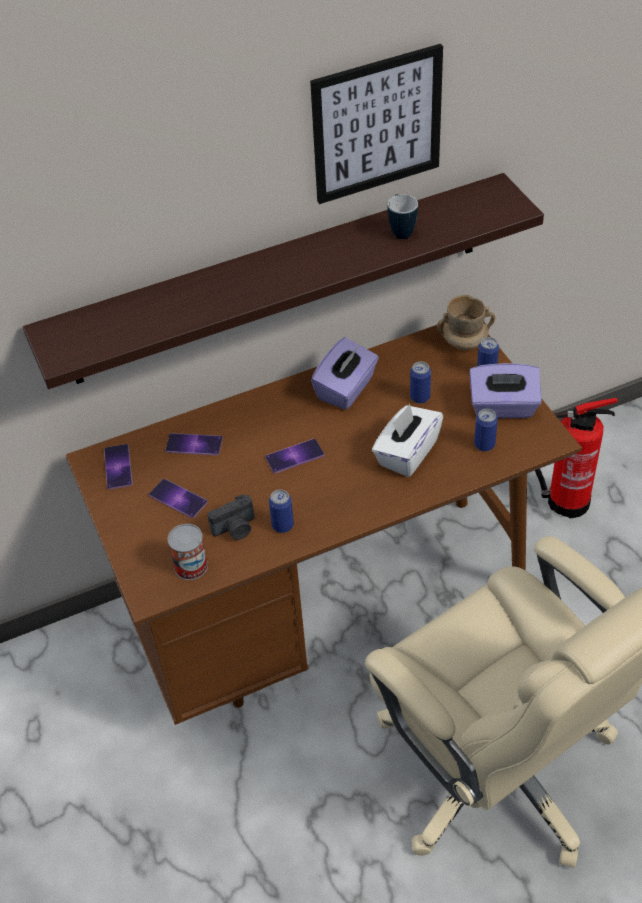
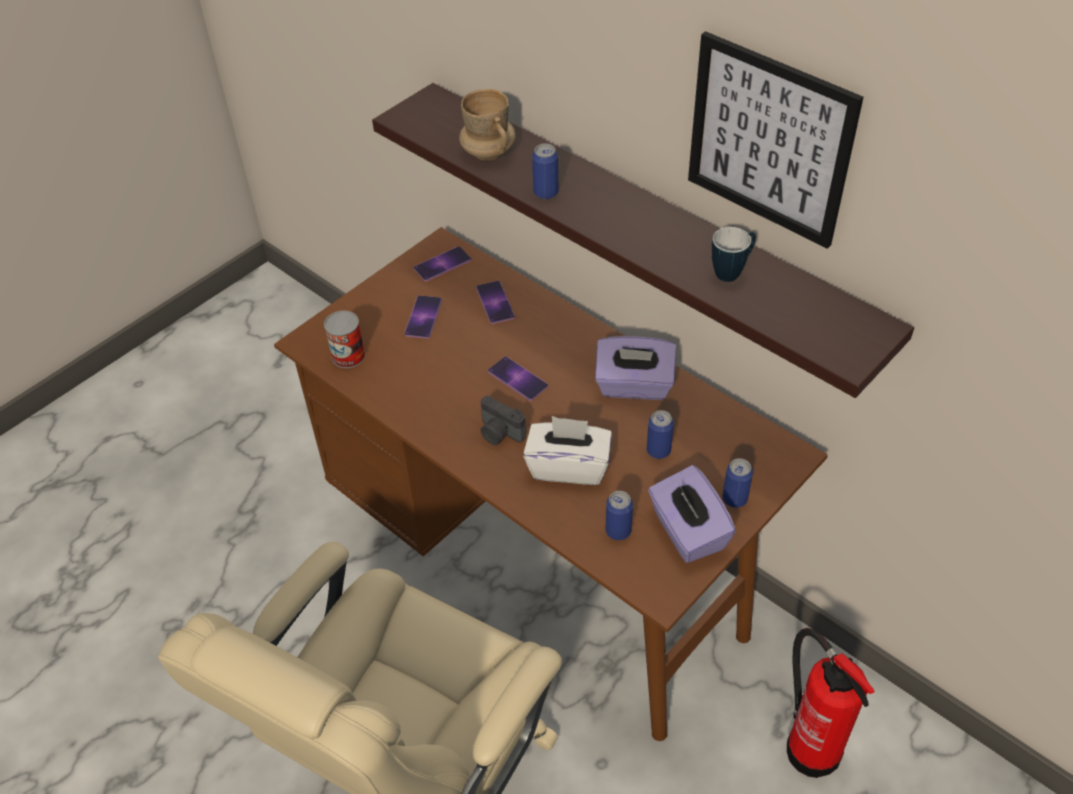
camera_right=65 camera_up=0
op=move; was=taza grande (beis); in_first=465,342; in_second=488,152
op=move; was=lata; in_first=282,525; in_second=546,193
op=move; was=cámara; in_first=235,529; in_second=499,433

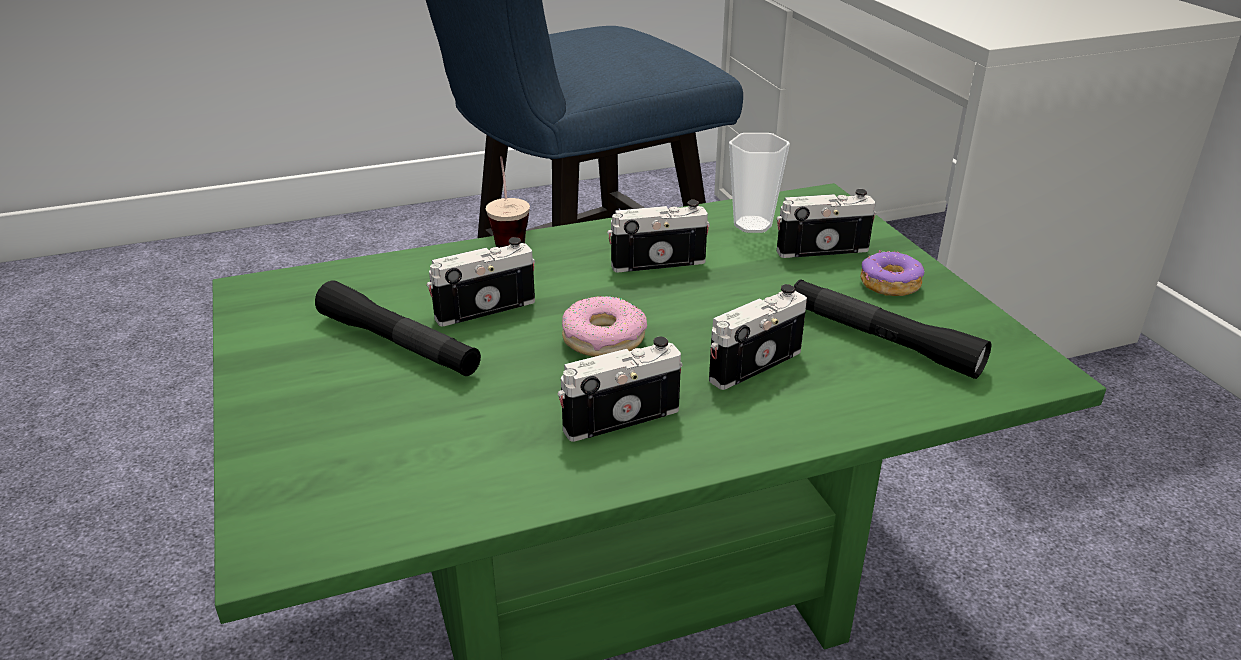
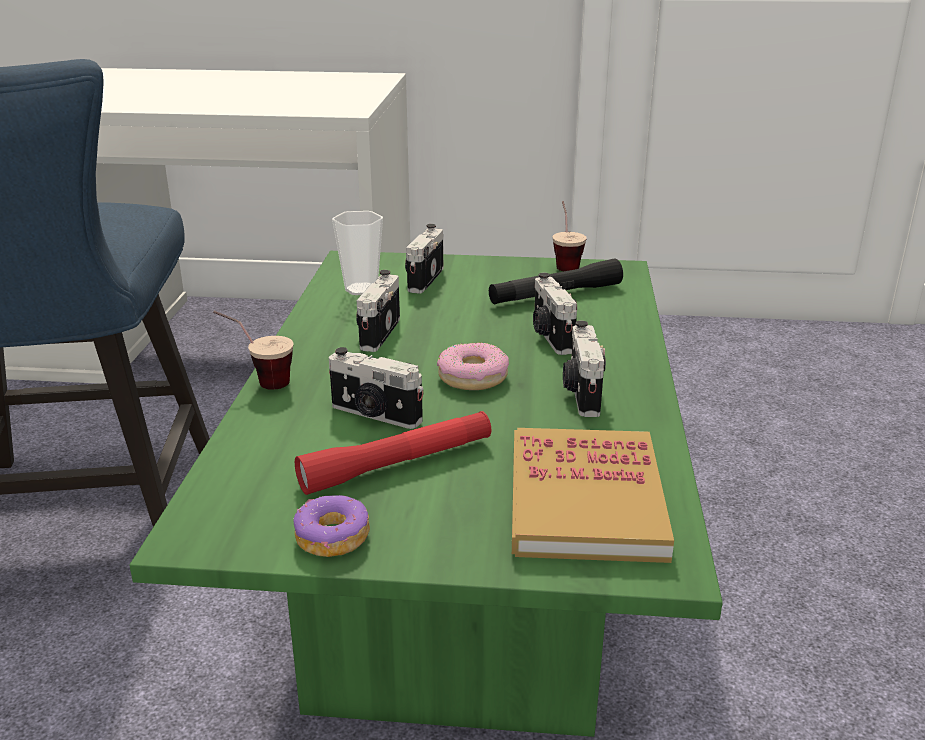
camera_right=-65 camera_up=-5
op=rotate; was=cámara; in_first=483,308; in_second=375,415; clockwise=-60
op=move; was=rosquilla; in_first=889,284; in_second=332,537
op=recolor; was=linterna (negro); now=linterna (rojo); in_first=398,344; in_second=397,464
op=insert; now=taza; in_second=565,263
op=insert; now=libro; in_second=585,499

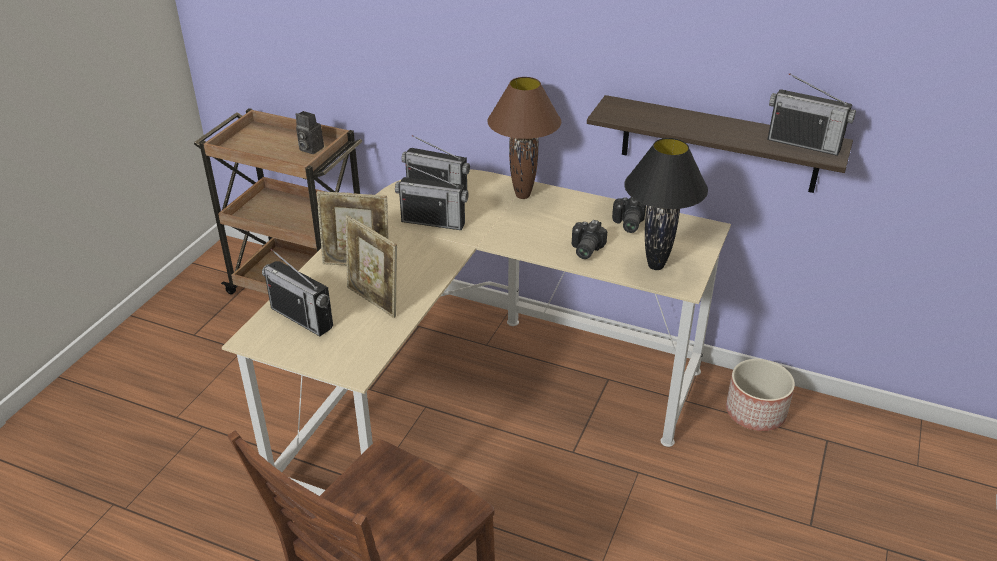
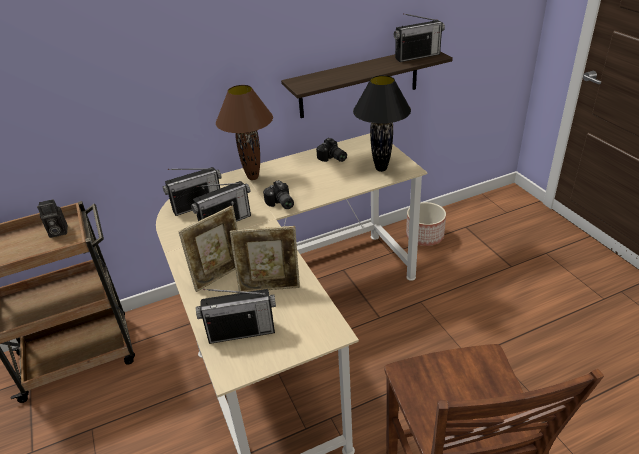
camera_right=-45 camera_up=0
op=move; was=cámara; in_first=584,249; in_second=280,204

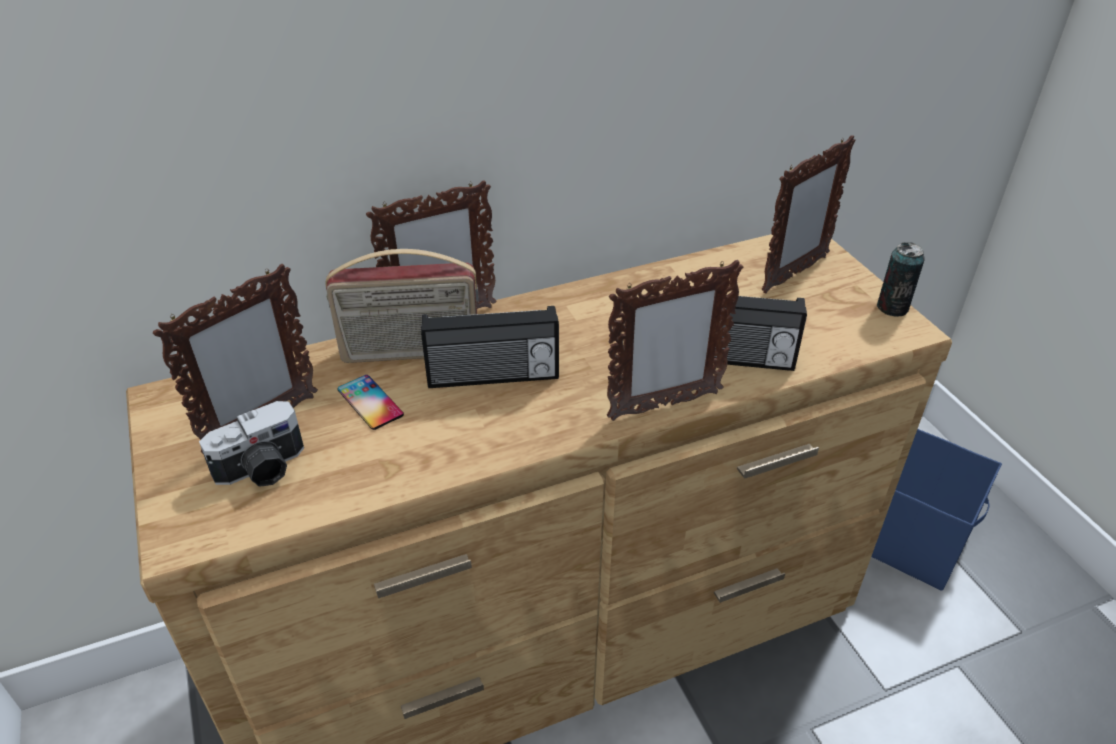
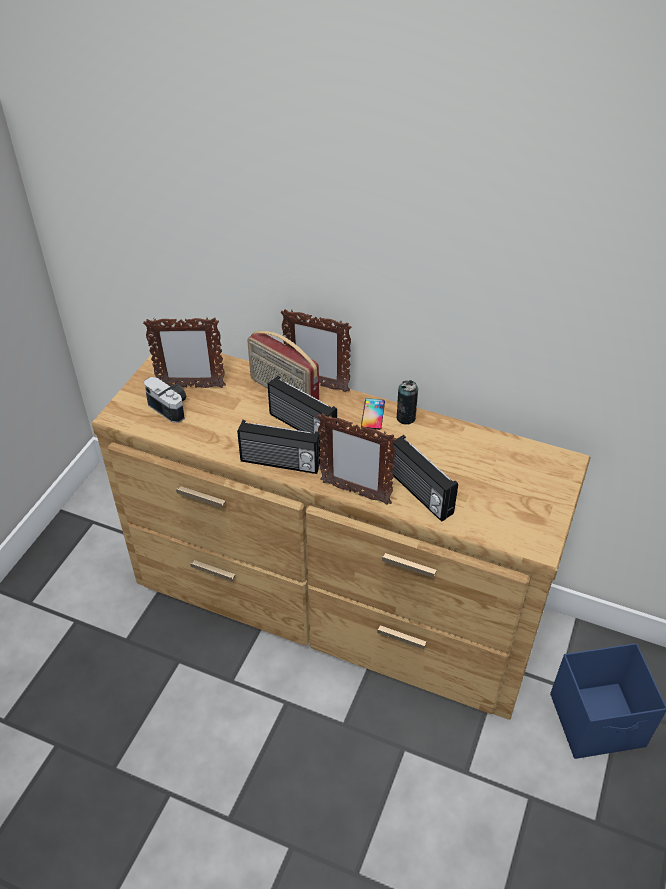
camera_right=45 camera_up=5
op=delete; was=portarretratos; in_first=794,274
op=move; was=lata; in_first=892,307; in_second=406,418
op=move; was=móvil; in_first=370,402; in_second=373,414
op=rotate; was=cámara; in_first=262,469; in_second=171,406; clockwise=-150
op=insert; now=radio; in_second=280,463

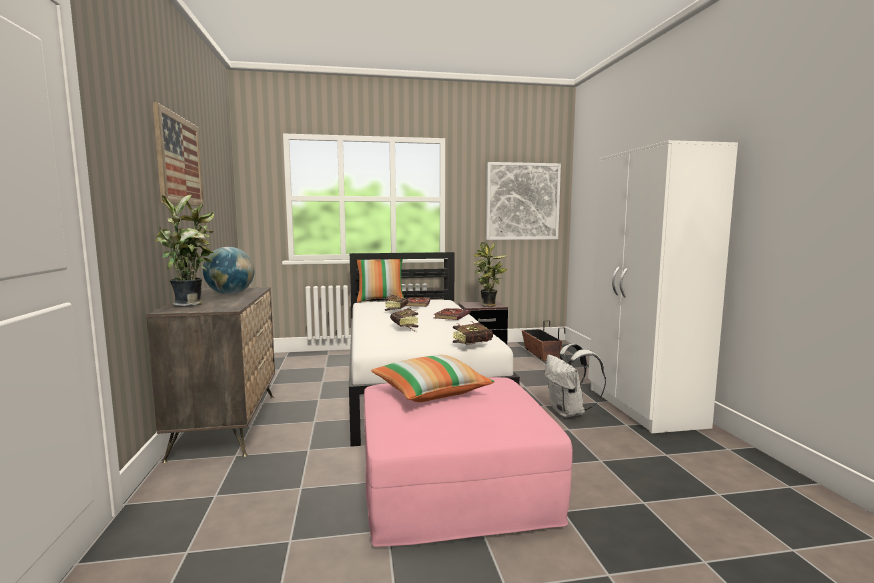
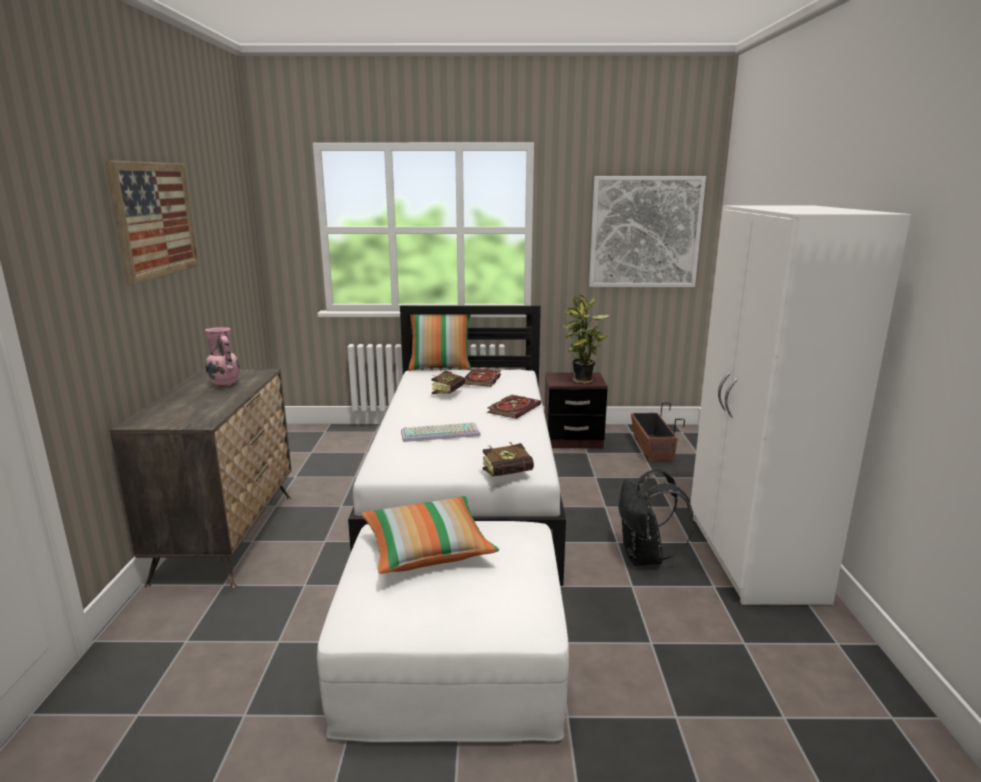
camera_right=10 camera_up=10
op=delete; was=planta en maceta; in_first=191,304
op=replace; was=globo terráqueo; now=florero (rosa); in_first=230,294; in_second=225,385
op=replace; was=libro; now=teclado; in_first=405,329; in_second=441,433
op=recolor; was=mochila (blanco); now=mochila (negro); in_first=569,413; in_second=645,558
op=recolor; was=puf (rosa); now=puf (blanco); in_first=454,483; in_second=452,657

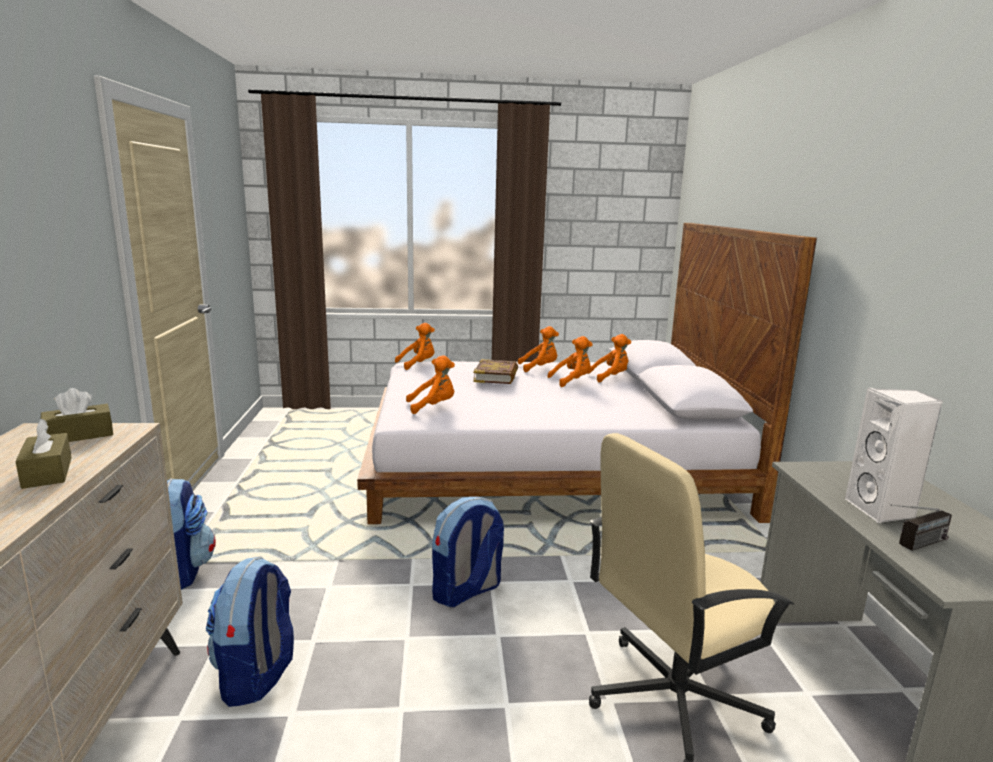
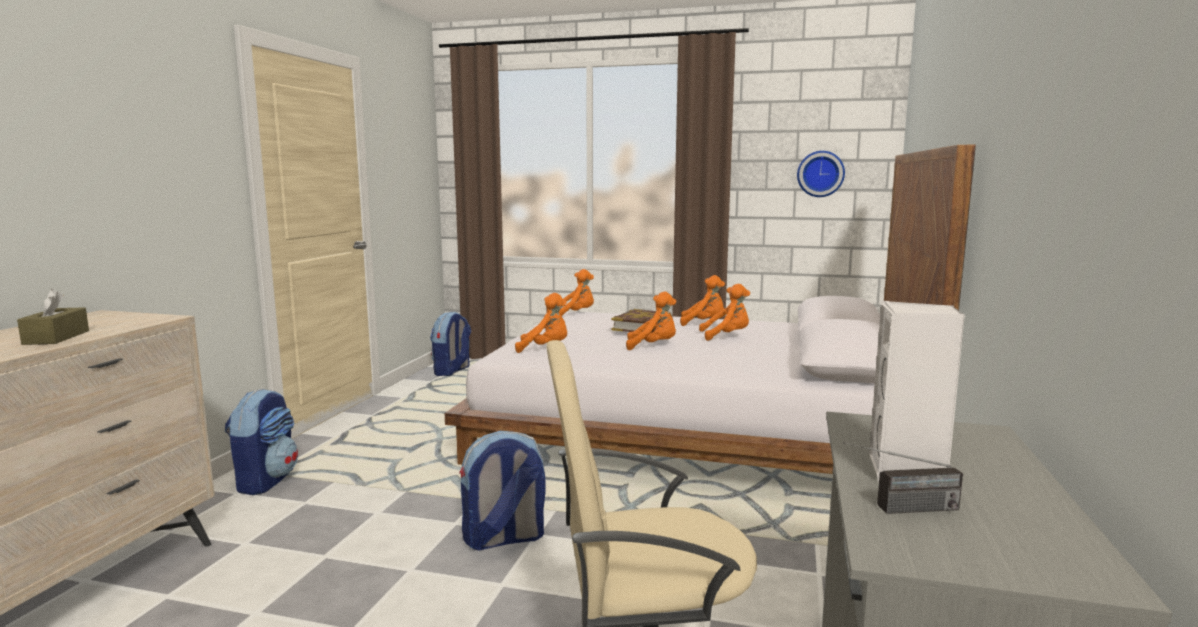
camera_right=20 camera_up=-5
op=move; was=peluche (naranja); in_first=610,377; in_second=653,346
op=delete; was=caja de pañuelos (marrón); in_first=79,435
op=move; was=mochila; in_first=256,675; in_second=452,371
op=insert; now=reloj de pared; in_second=820,174

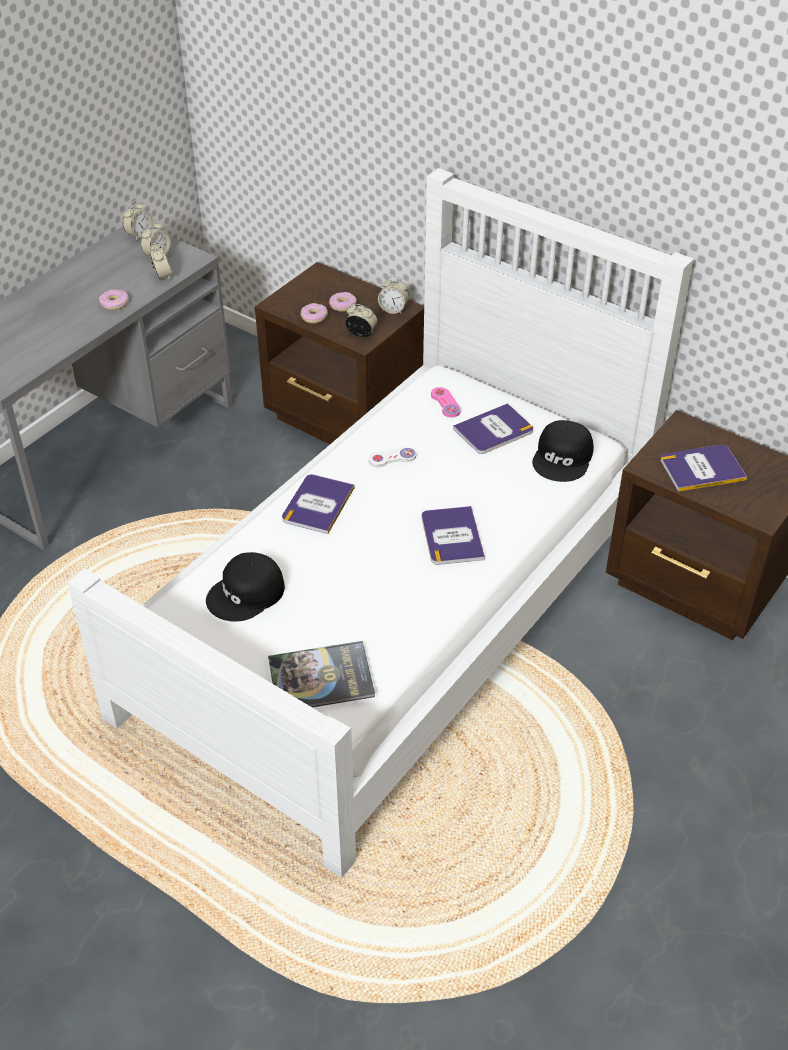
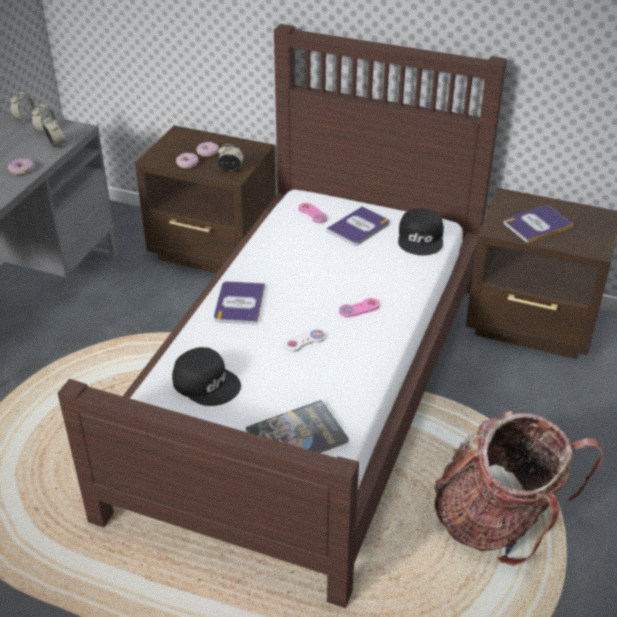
camera_right=-15 camera_up=-5
op=recolor; was=cama (blanco); now=cama (marrón); in_first=395,611; in_second=309,386
op=delete; was=despertador; in_first=393,310
op=move; was=mando de consola (blanco); in_first=392,458; in_second=304,341
op=replace; was=libro; now=mando de consola (rosa); in_first=452,536; in_second=359,309
op=rotate; was=gorra (negro); in_first=247,594; in_second=207,382; clockwise=-90
op=insert; now=mochila; in_second=498,522

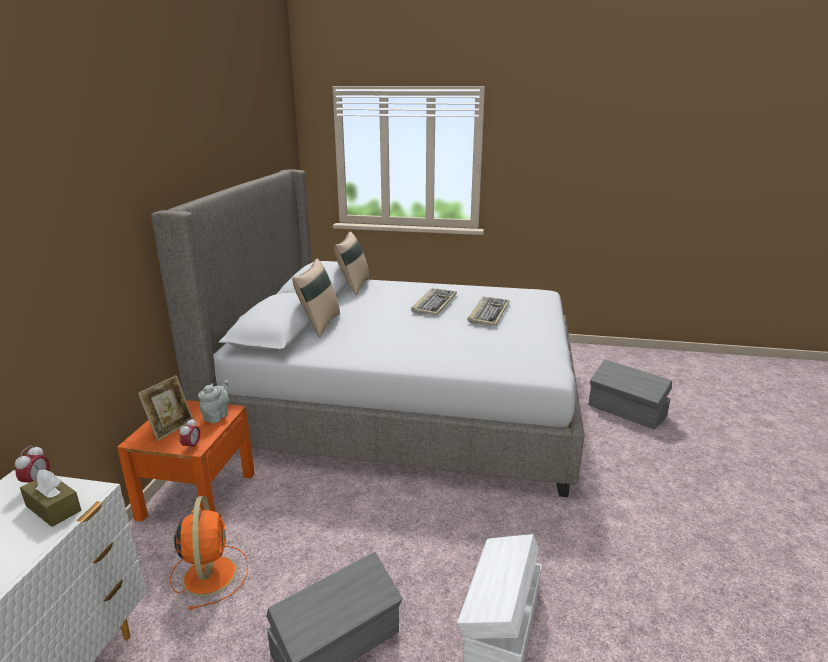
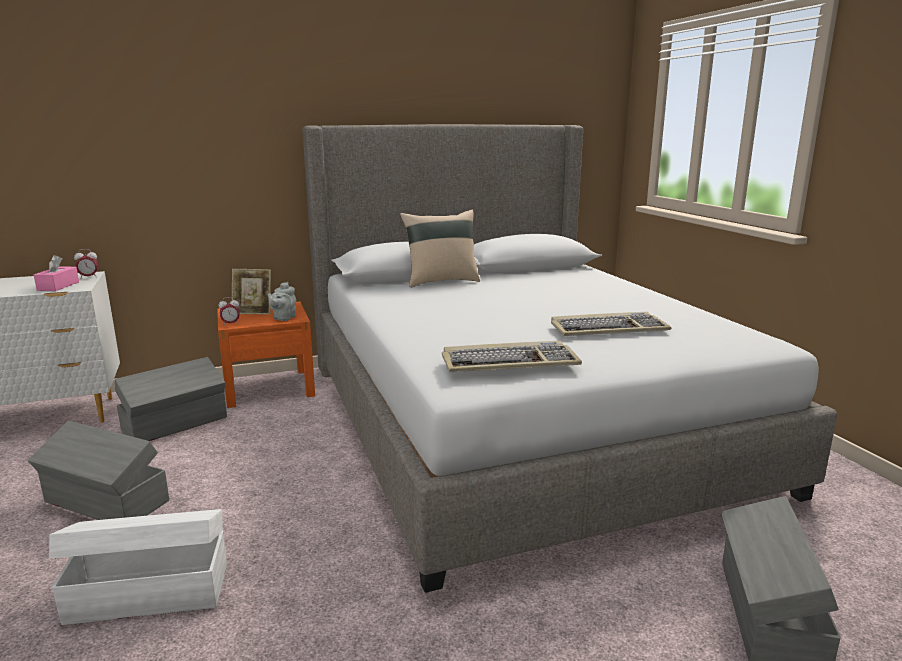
camera_right=60 camera_up=-5
op=delete; was=cojín (beis); in_first=353,286
op=move; was=teclado; in_first=434,303; in_second=510,362
op=rotate; was=tetera (gris); in_first=217,416; in_second=283,318; clockwise=120
op=recolor; was=caja de pañuelos (marrón); now=caja de pañuelos (rosa); in_first=53,508; in_second=58,286
op=replace; was=ventilador (naranja); now=caja de almacenaje (gris); in_first=210,573; in_second=176,424

